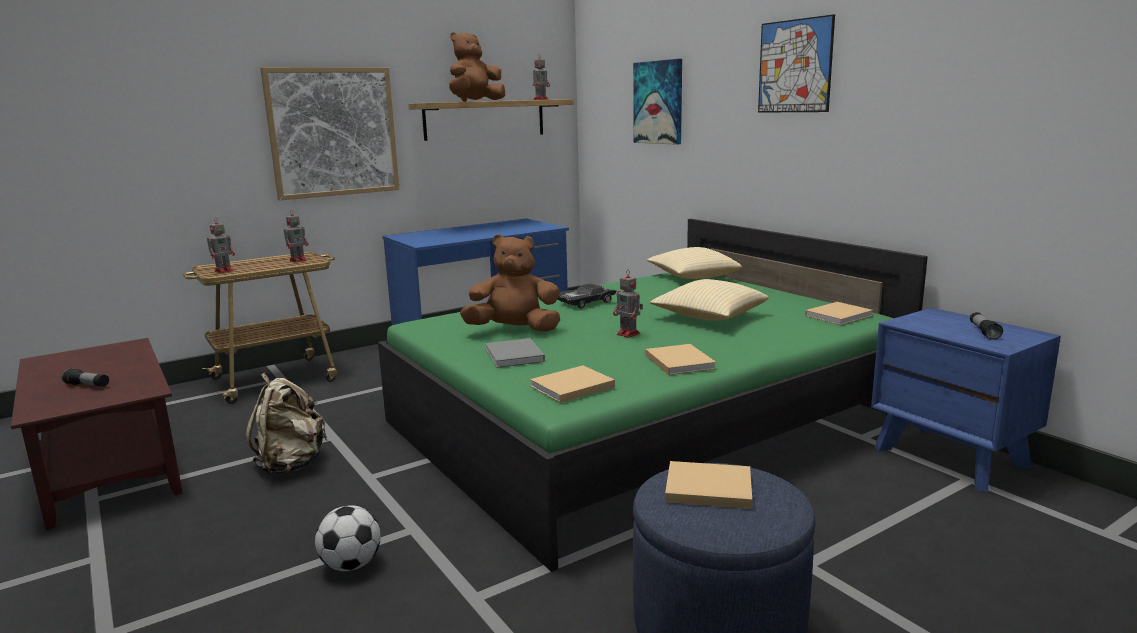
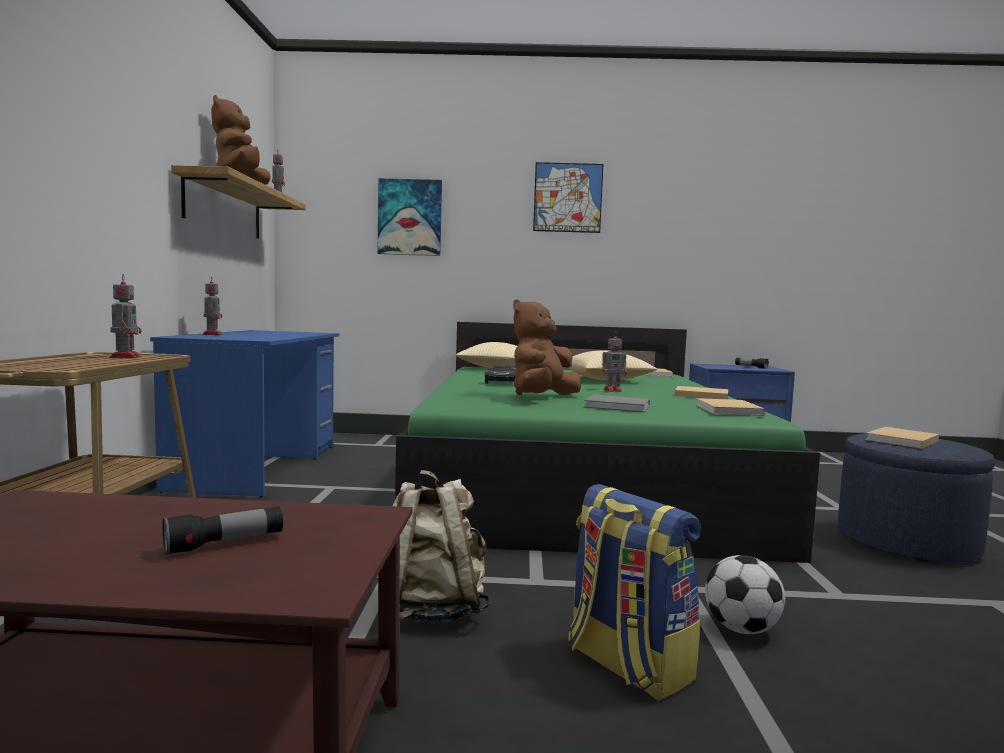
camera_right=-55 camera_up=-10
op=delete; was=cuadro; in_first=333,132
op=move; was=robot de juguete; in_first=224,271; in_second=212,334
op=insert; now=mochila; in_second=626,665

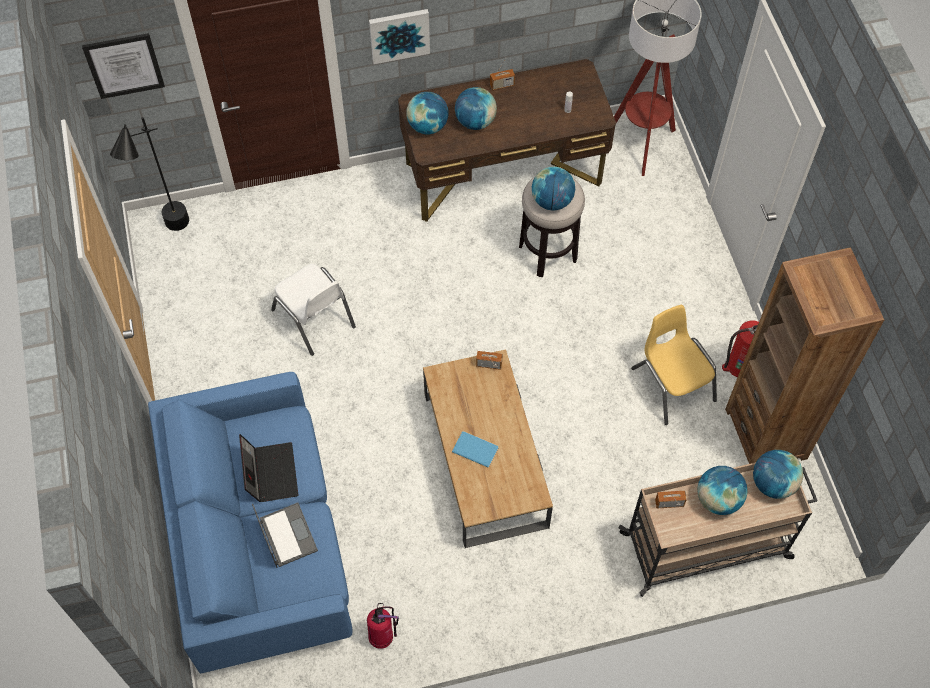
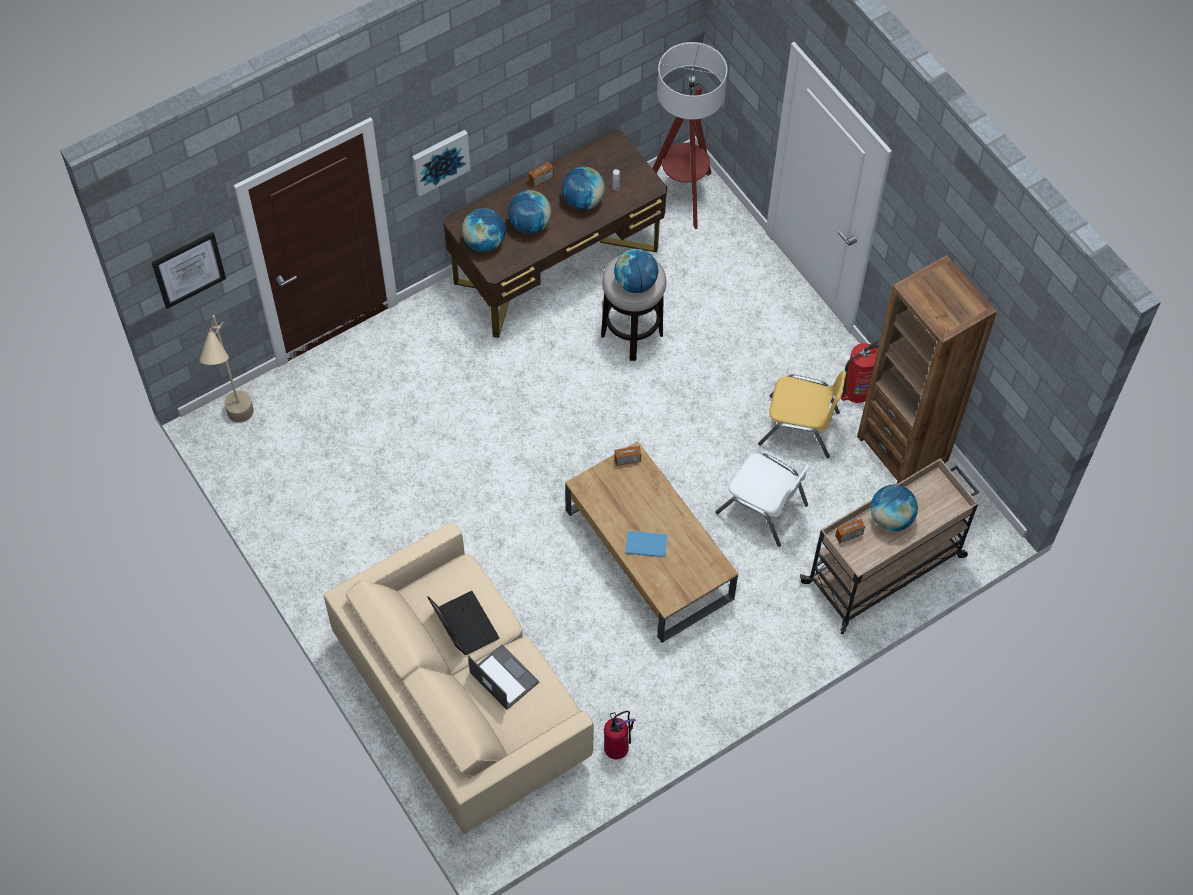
camera_right=-20 camera_up=0
op=recolor; was=lámpara de pie (negro); now=lámpara de pie (beis); in_first=170,237; in_second=241,430
op=move; was=silla (blanco); in_first=314,318; in_second=762,508
op=rotate; was=silla (amarillo); in_first=672,384; in_second=799,428; clockwise=150
op=recolor; was=sofá (azul); now=sofá (beis); in_first=260,542; in_second=463,699
op=move; was=globo terráqueo; in_first=773,483; in_second=583,201

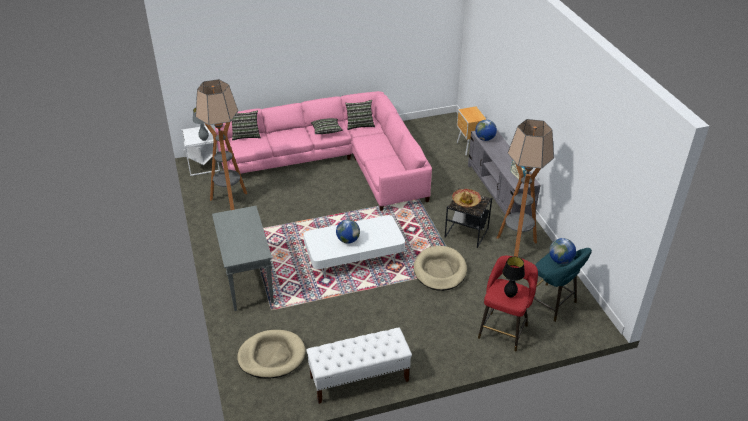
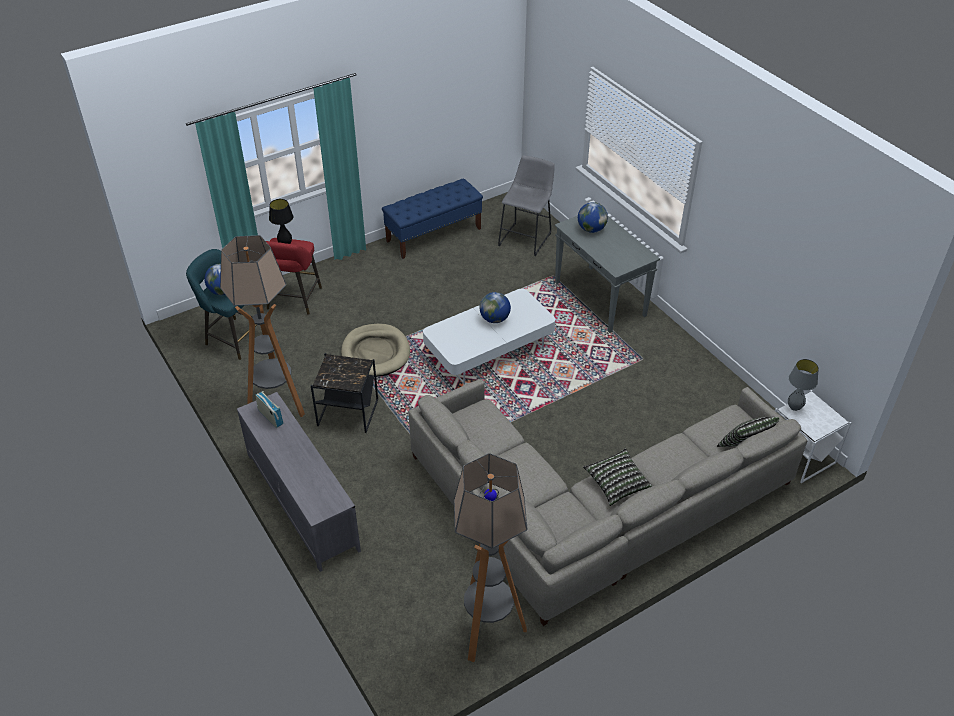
camera_right=165 camera_up=5
op=move; was=lámpara de pie; in_first=230,202; in_second=488,630
op=recolor; was=sofá (rosa); now=sofá (gris); in_first=335,162; in_second=593,509
op=delete; was=cojín; in_first=359,125
op=delete; was=mesita de noche (marrón); in_first=468,148
op=move; was=globo terráqueo; in_first=485,139; in_second=591,229
op=delete; was=sombrero; in_first=466,201
op=recolor; was=banco (blanco); now=banco (azul); in_first=359,379; in_second=434,234
op=replace; was=cama para perro (beis); now=taburete (gris); in_first=271,356; in_second=526,237

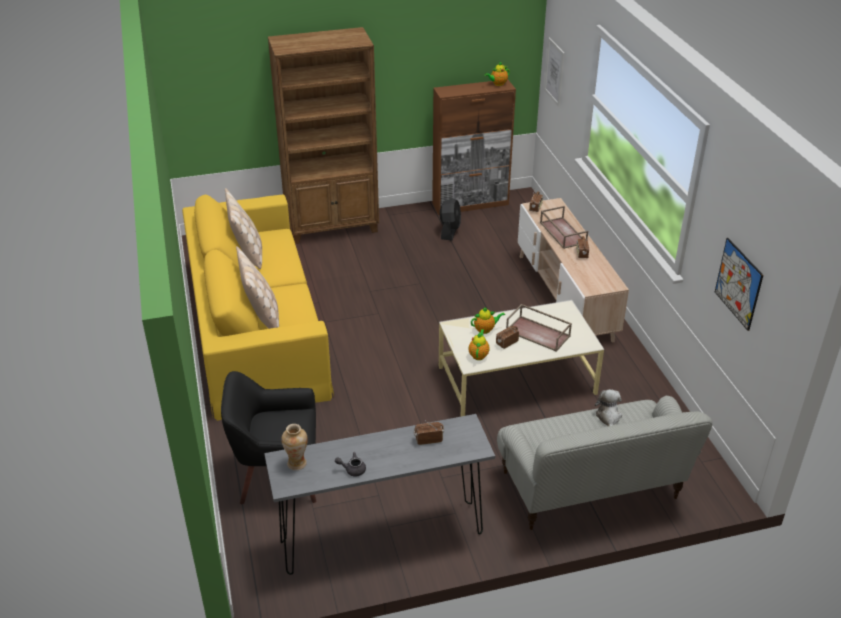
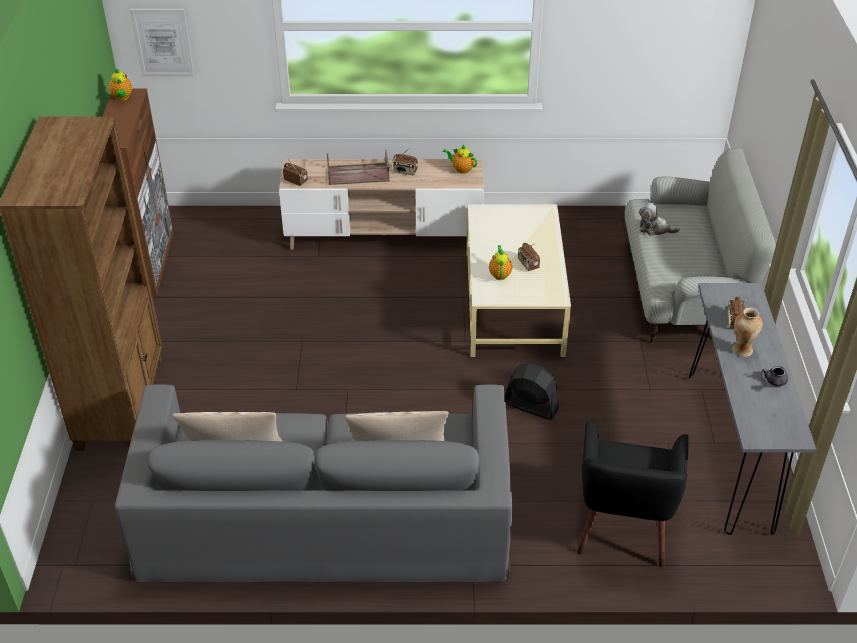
camera_right=-75 camera_up=5
op=recolor; was=sofá (amarillo); now=sofá (gris); in_first=256,327; in_second=325,516
op=move; was=ventilador (negro); in_first=449,231; in_second=530,405
op=delete; was=cuadro; in_first=738,283
op=delete; was=bandeja (marrón); in_first=538,333
op=move; was=tetera; in_first=478,355; in_second=461,169
op=move; was=florero; in_first=297,463; in_second=742,350

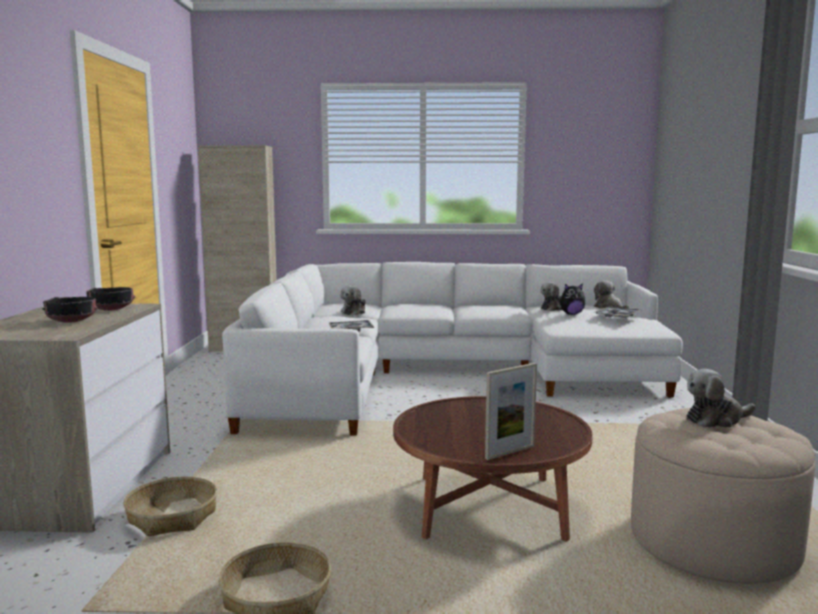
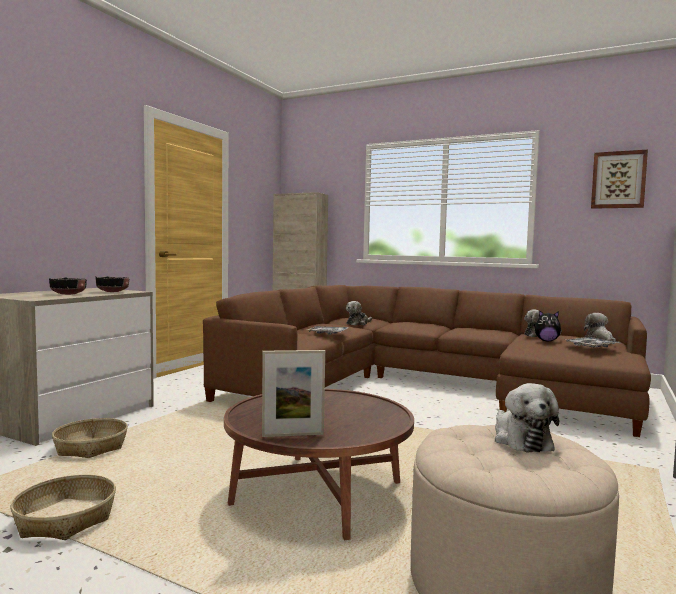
camera_right=25 camera_up=-5
op=recolor; was=sofá (blanco); now=sofá (marrón); in_first=443,375; in_second=425,385
op=rotate; was=peluche; in_first=716,419; in_second=520,439; clockwise=-105
op=insert; now=cuadro; in_second=618,180

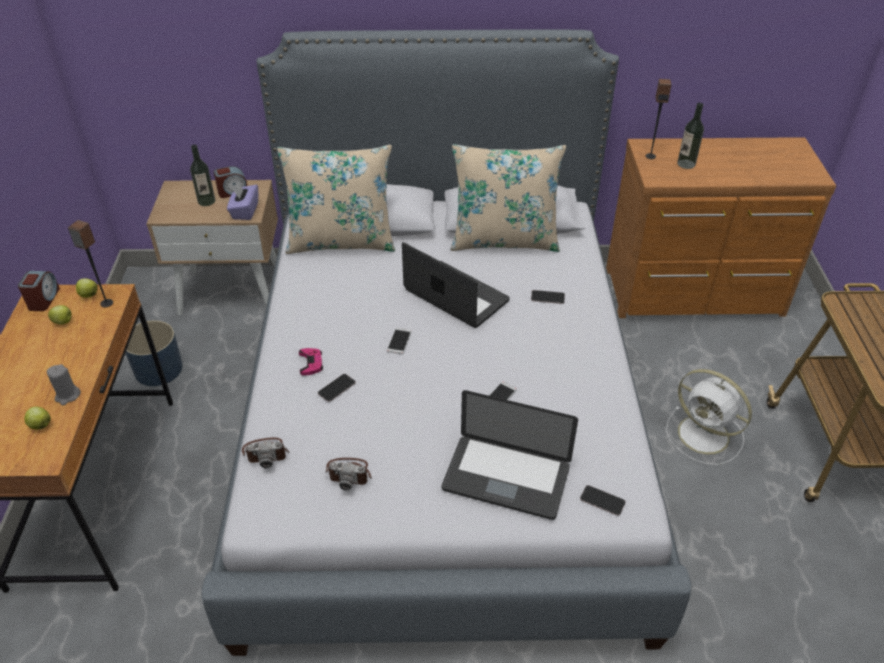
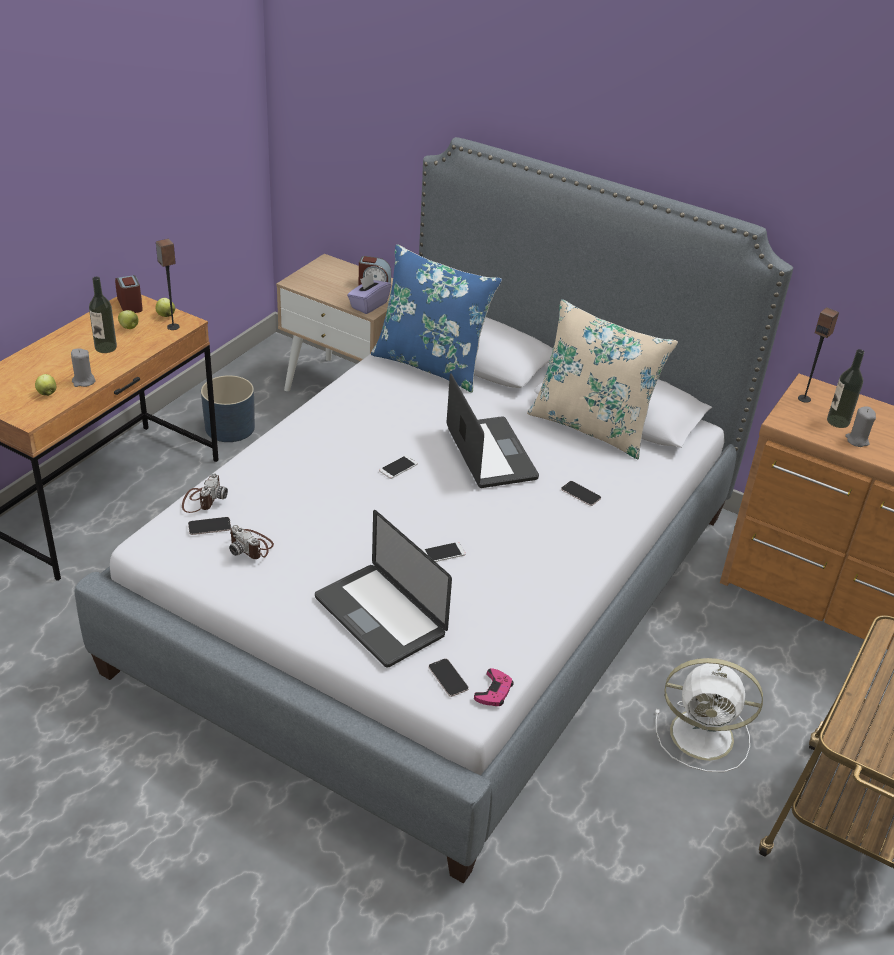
camera_right=30 camera_up=-5
op=move; was=botella; in_first=206,201; in_second=105,347
op=recolor; was=cojín (beis); now=cojín (azul); in_first=341,241; in_second=431,364
op=rotate; was=despertador; in_first=43,299; in_second=130,305; clockwise=-60
op=move; was=mando de consola (rosa); in_first=311,363; in_second=494,691
op=rotate; was=ventilador (blanco); in_first=705,436; in_second=704,736; clockwise=-60
op=move; was=móvil; in_first=336,388; in_second=209,526
op=rotate; was=cámara; in_first=266,453; in_second=202,499; clockwise=-105
op=insert; now=vela (gris); in_second=857,440

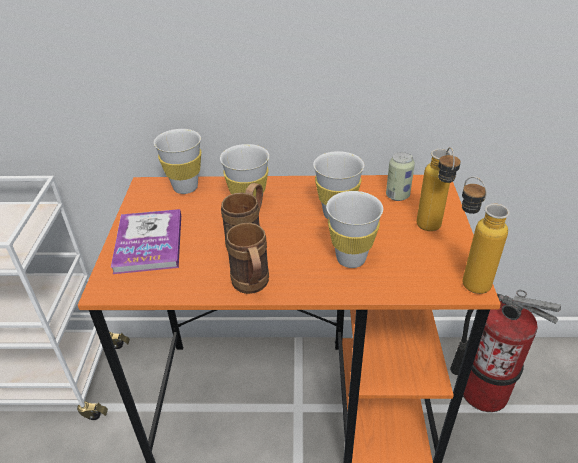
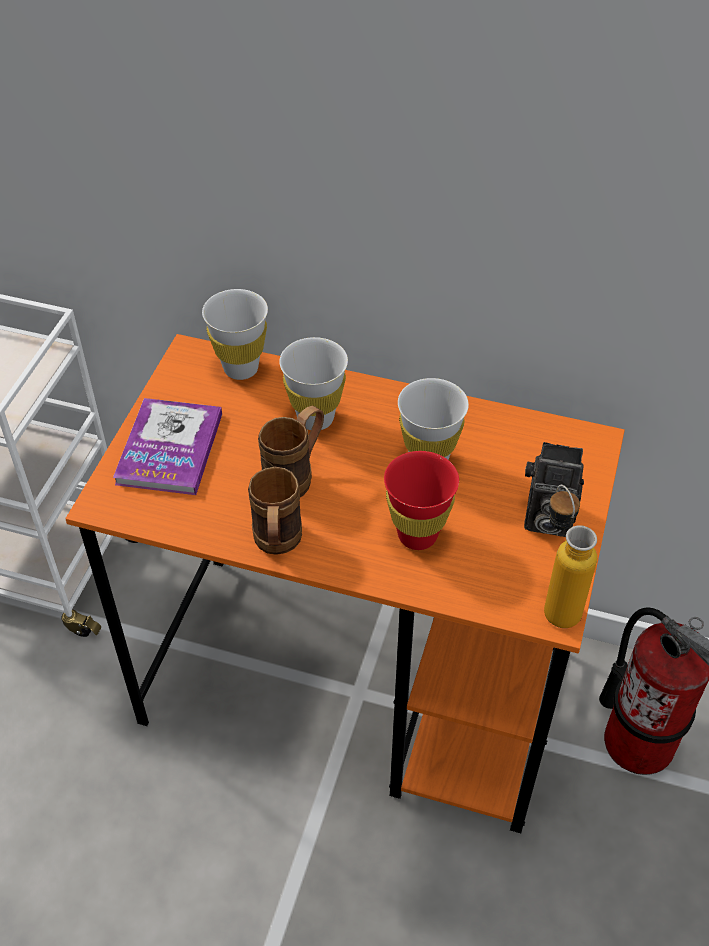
camera_right=15 camera_up=10
op=replace; was=botella; now=cámara; in_first=431,231; in_second=545,519
op=delete; was=lata; in_first=397,195
op=recolor; was=taza (blanco); now=taza (rojo); in_first=351,259; in_second=417,535

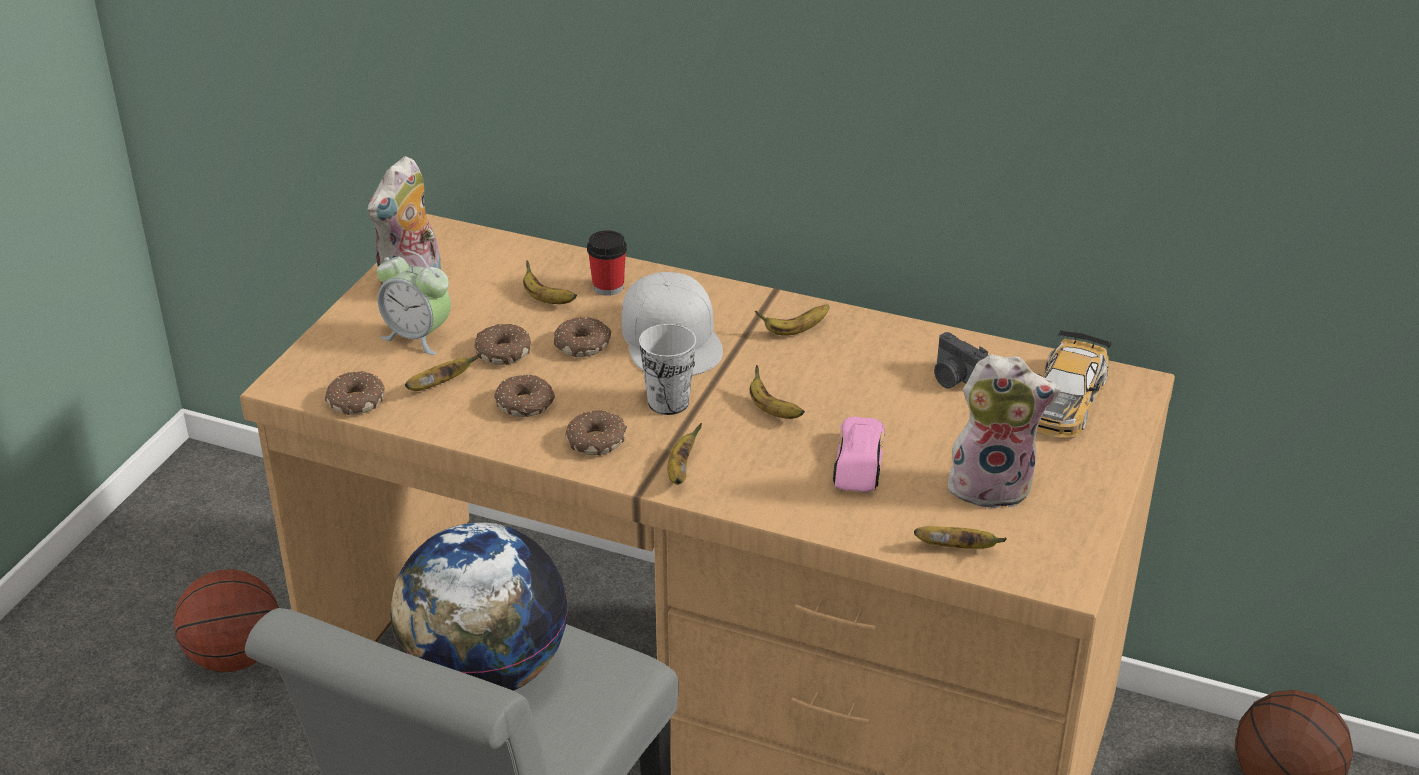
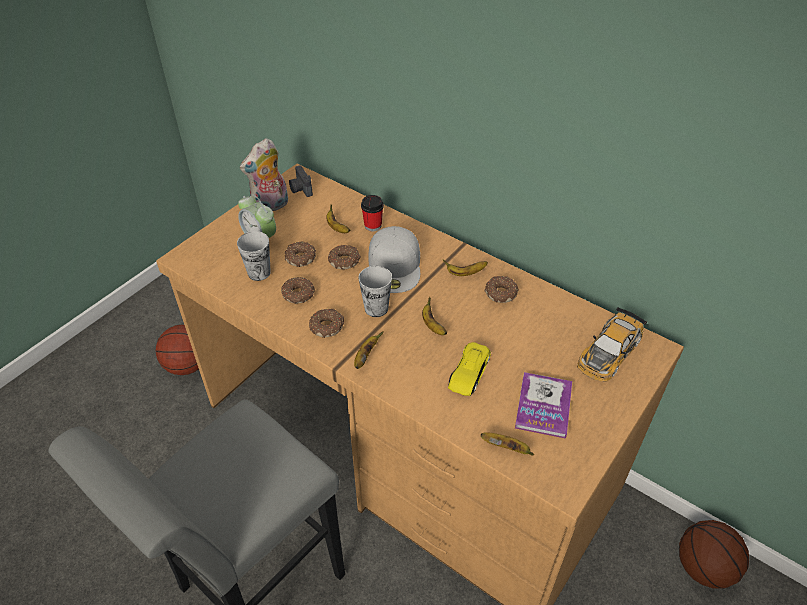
camera_right=15 camera_up=10
op=move; was=cámara; in_first=955,379; in_second=300,189
op=replace; was=plátano; now=taza; in_first=440,384; in_second=259,273
op=replace; was=peluche; now=libro; in_first=992,485; in_second=543,406
op=move; was=rosquilla; in_first=356,400; in_second=500,292
op=recolor; was=coche de juguete (rosa); now=coche de juguete (amarillo); in_first=858,463; in_second=469,373
op=delete; was=globo terráqueo; in_first=484,672

